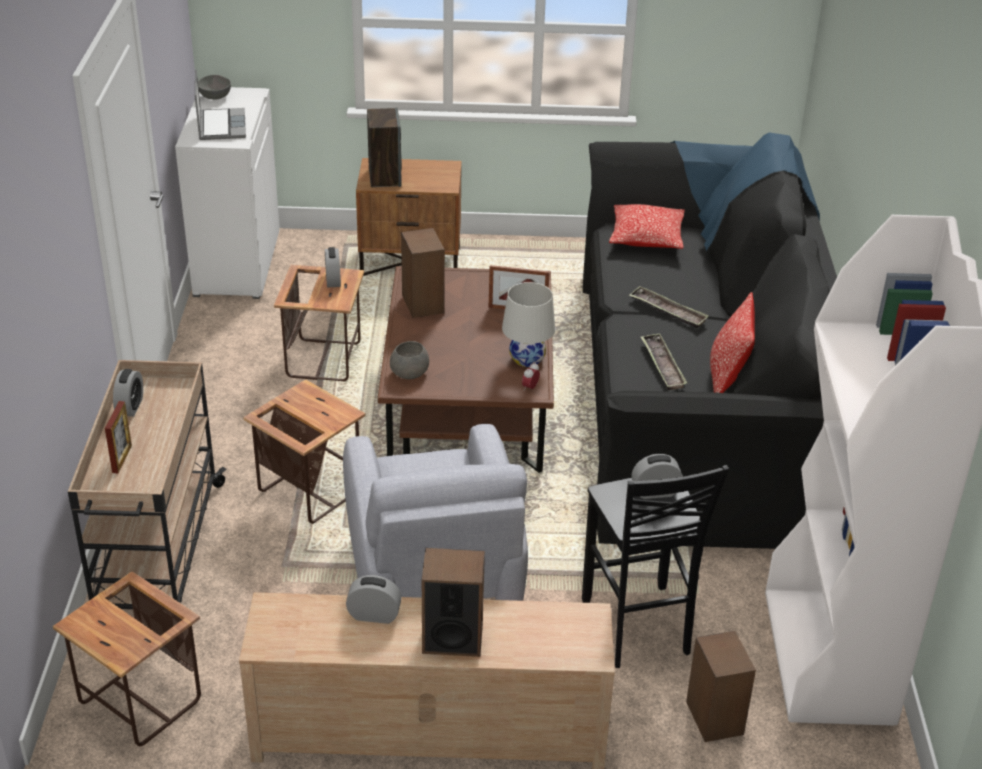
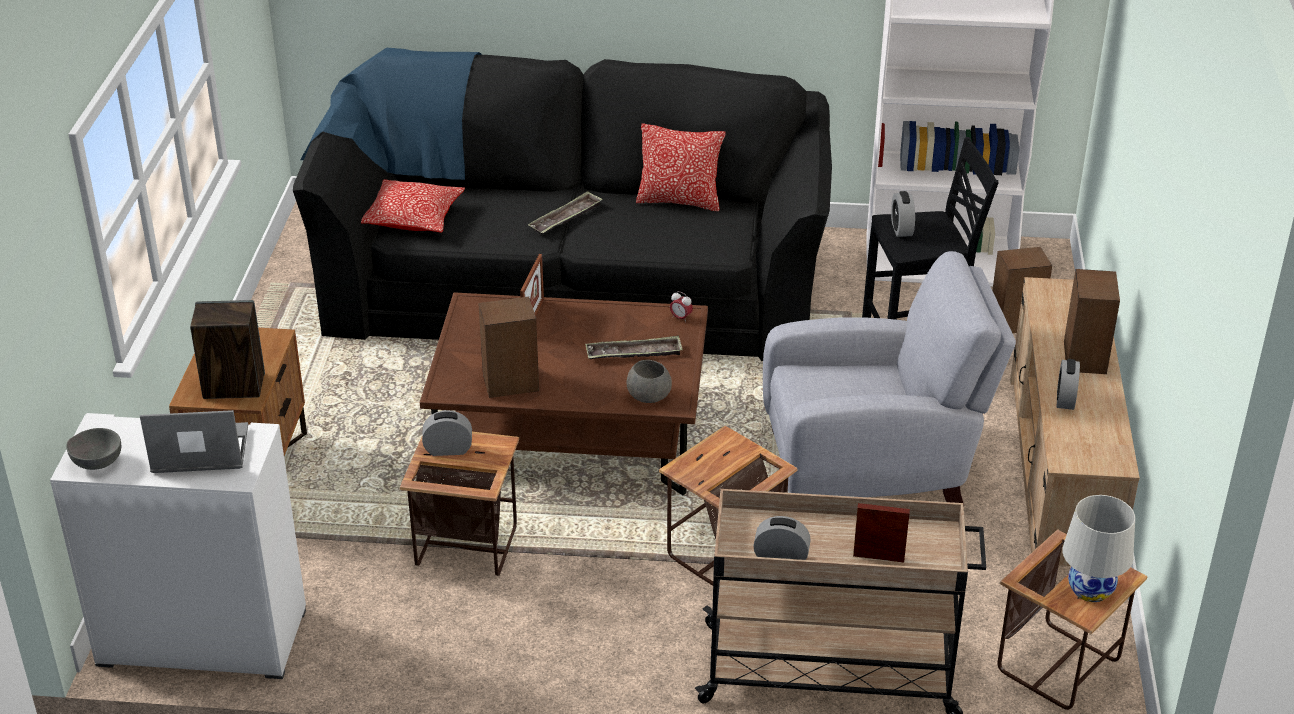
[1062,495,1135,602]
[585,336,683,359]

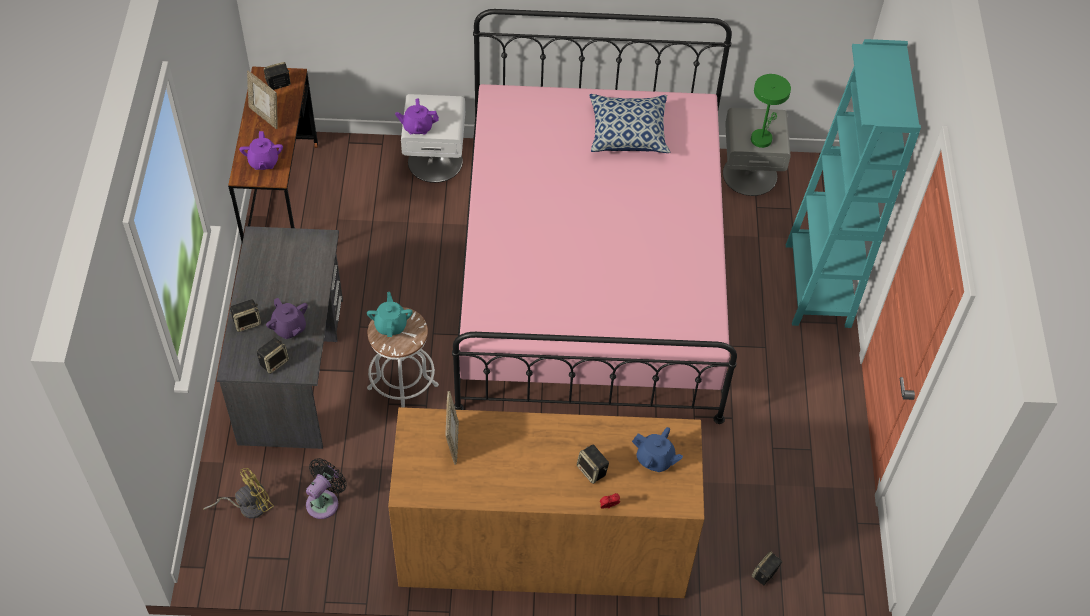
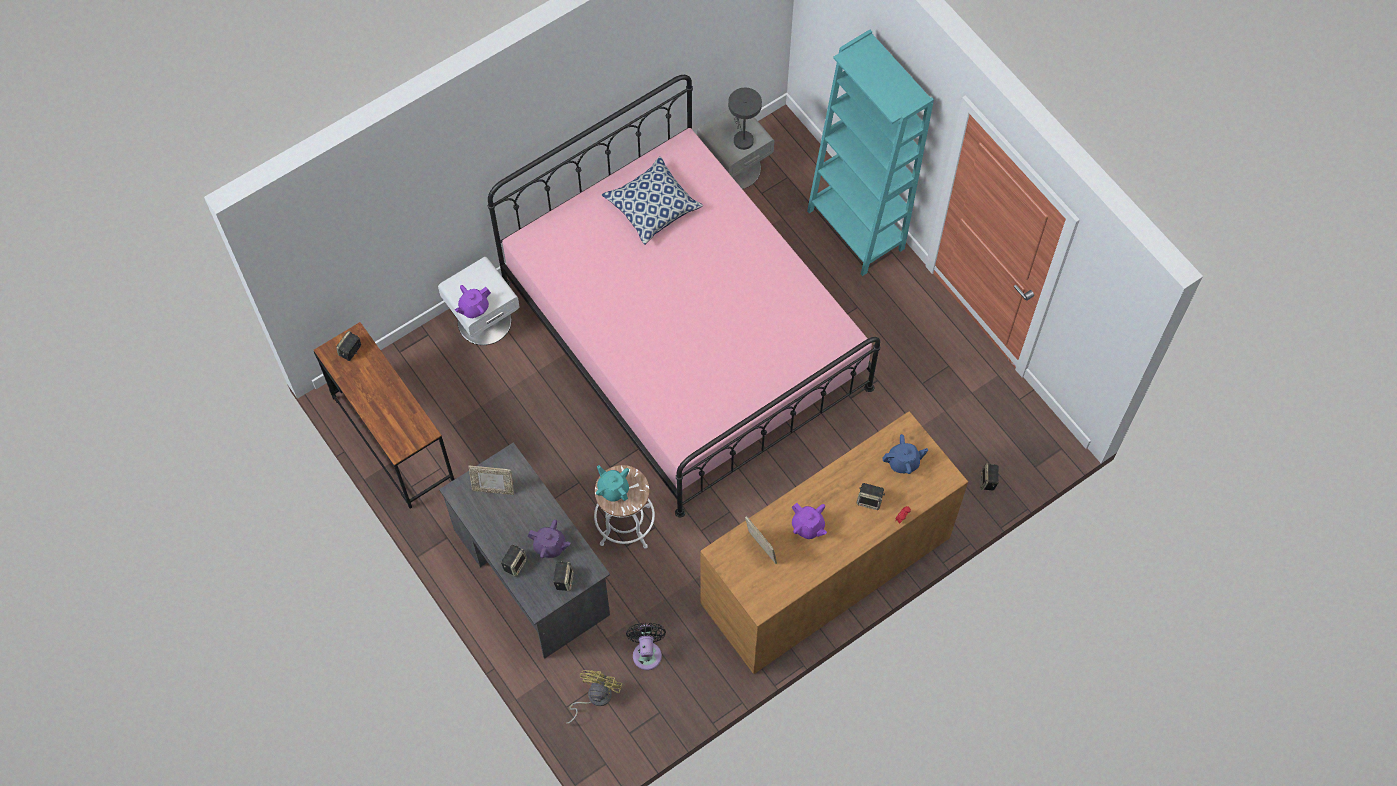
[792,503,827,539]
[468,466,514,495]
[728,88,762,150]

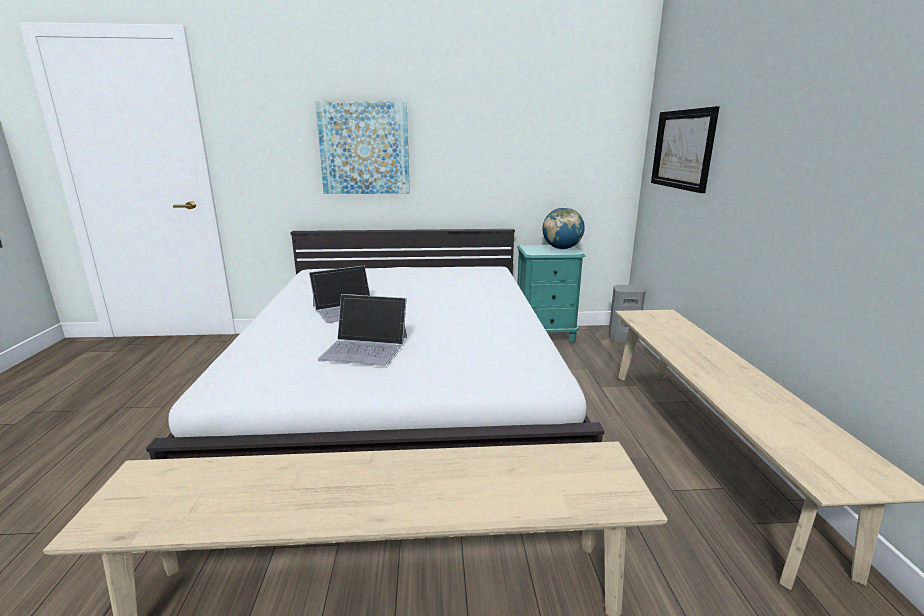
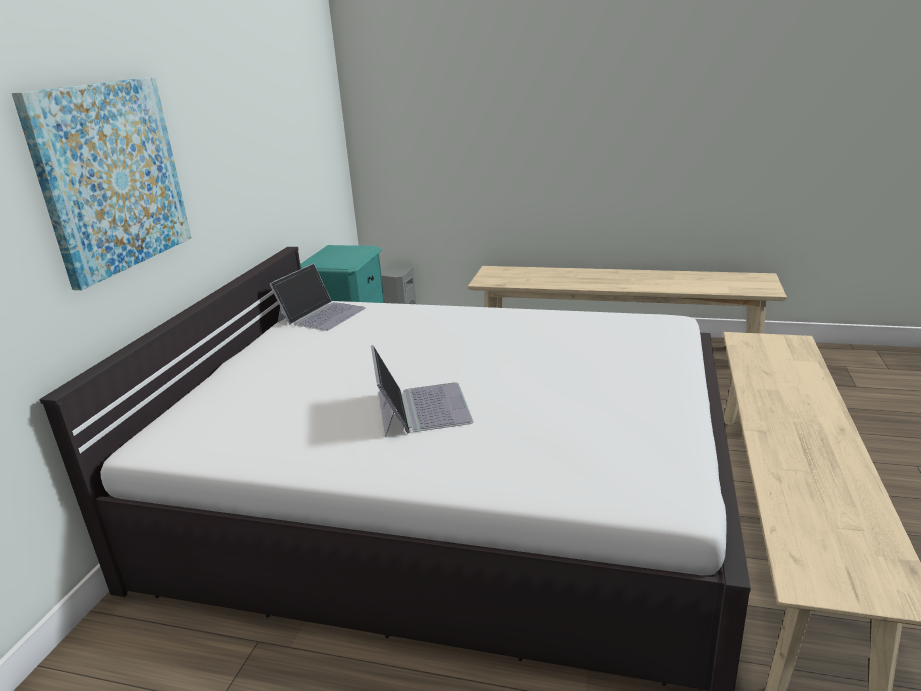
[542,207,585,249] (first image)
[651,106,720,193] (first image)
[269,263,366,331]

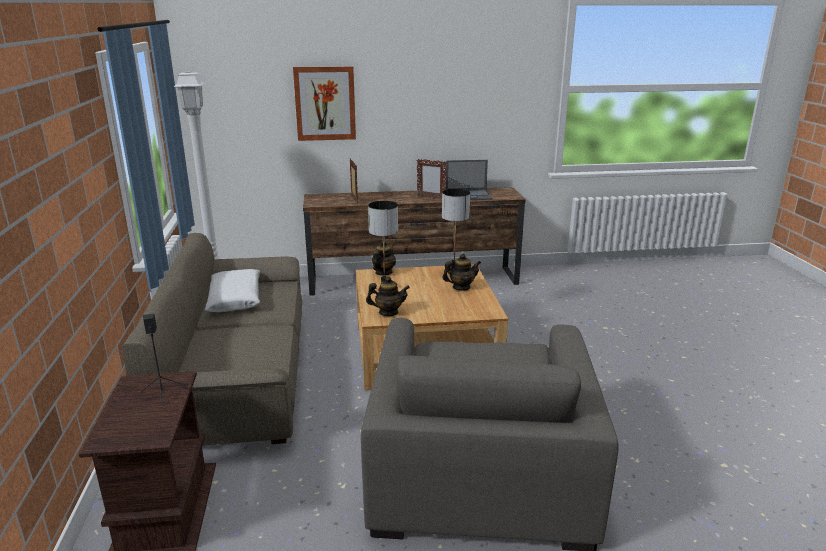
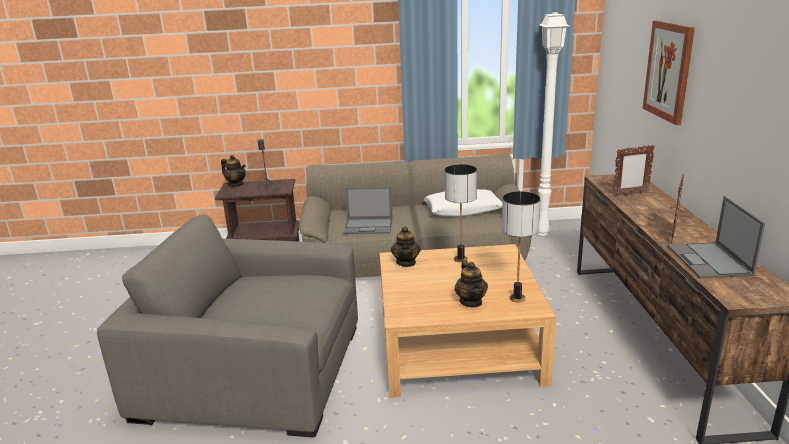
[343,187,393,234]
[221,155,246,186]

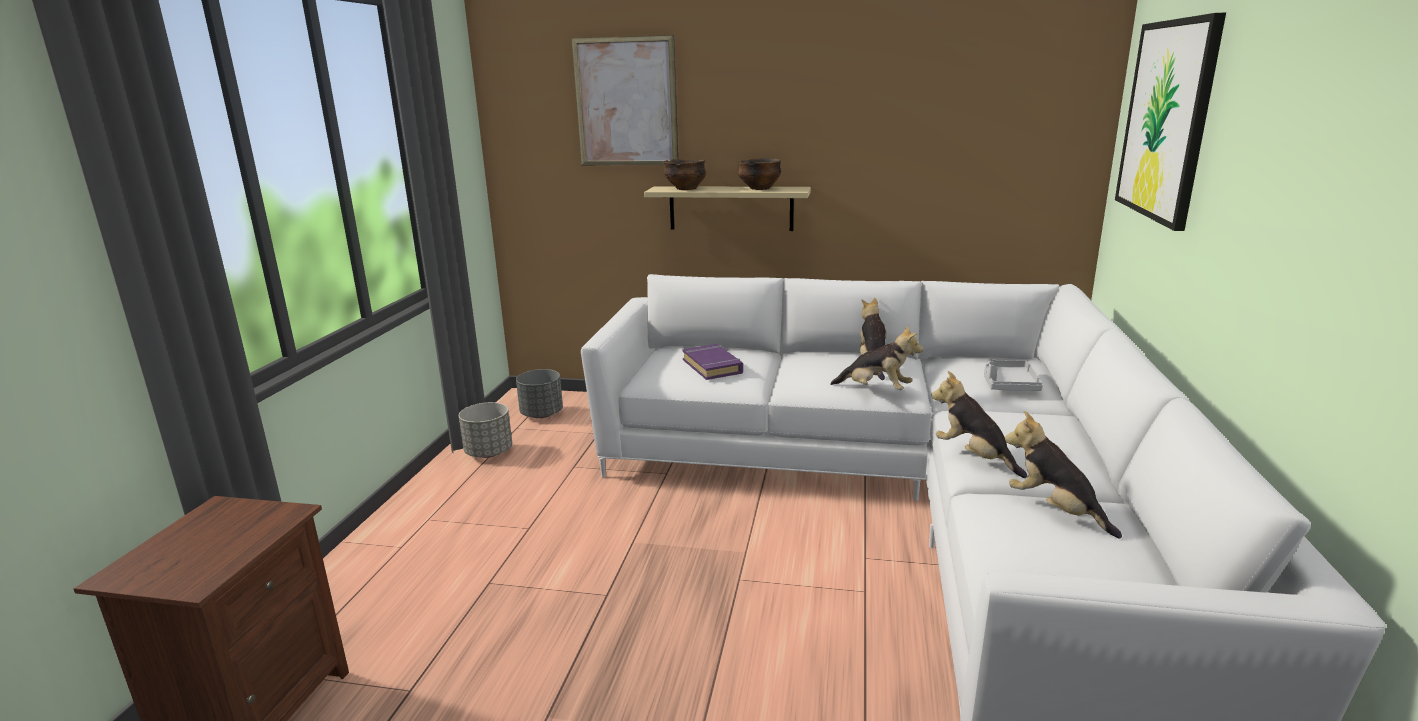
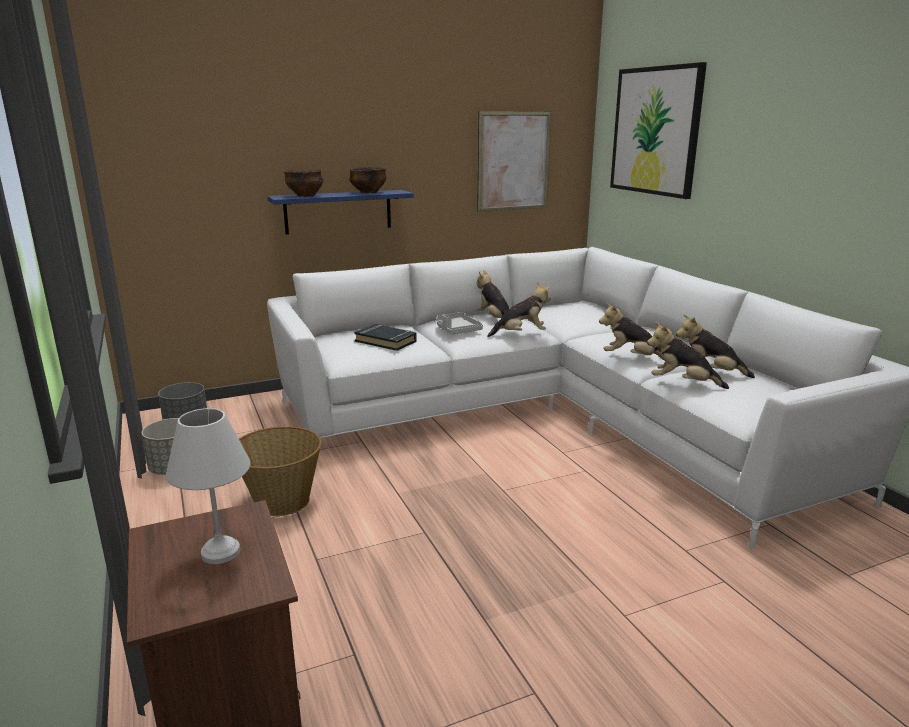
[166,408,250,564]
[239,426,322,516]
[647,322,729,389]
[477,111,552,212]
[437,312,483,334]
[267,190,414,235]
[354,324,417,351]

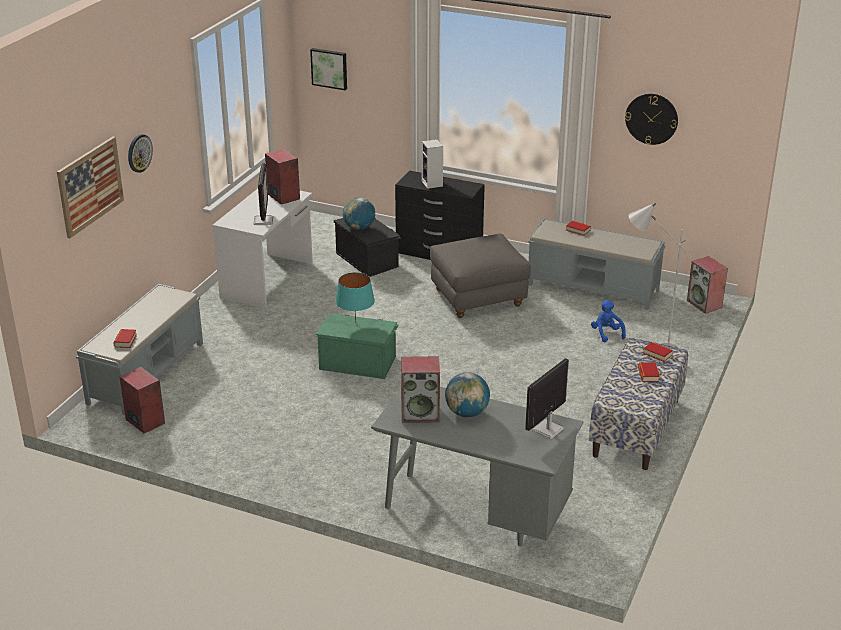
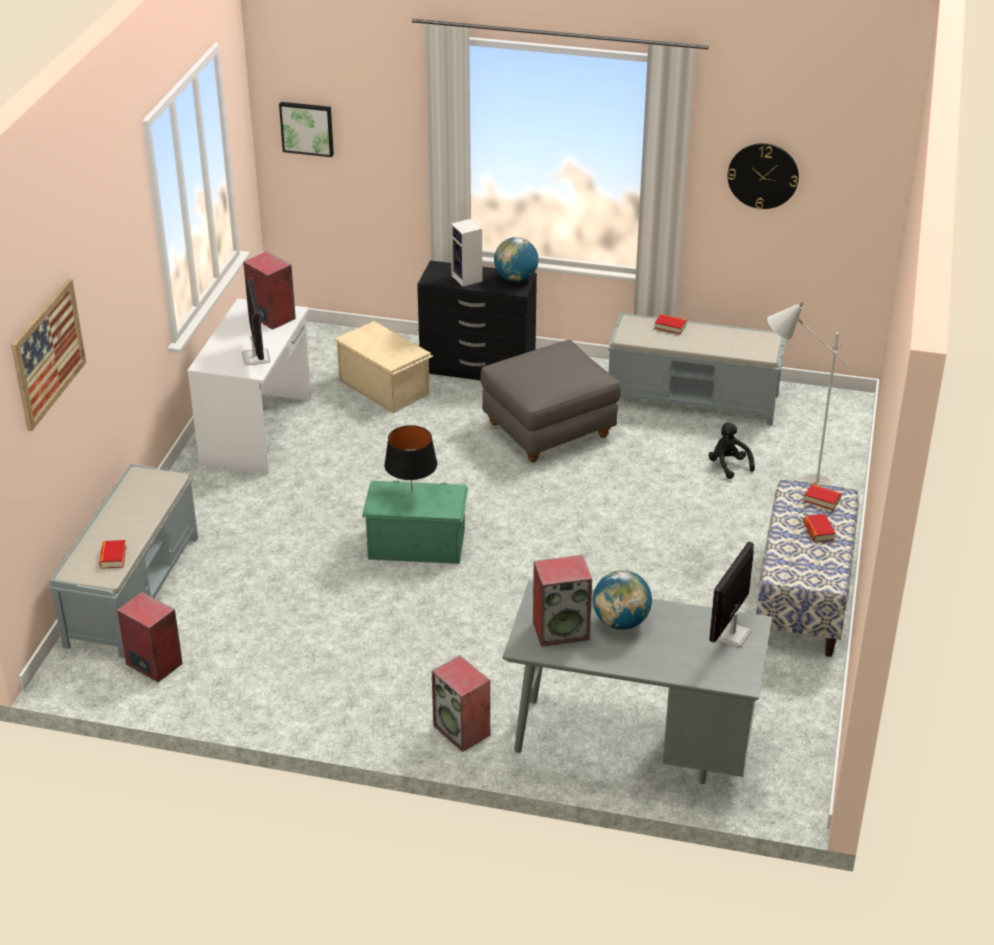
[128,134,153,173] (first image)
[494,237,539,282]
[432,656,490,752]
[334,321,433,413]
[384,425,438,492]
[708,422,755,479]

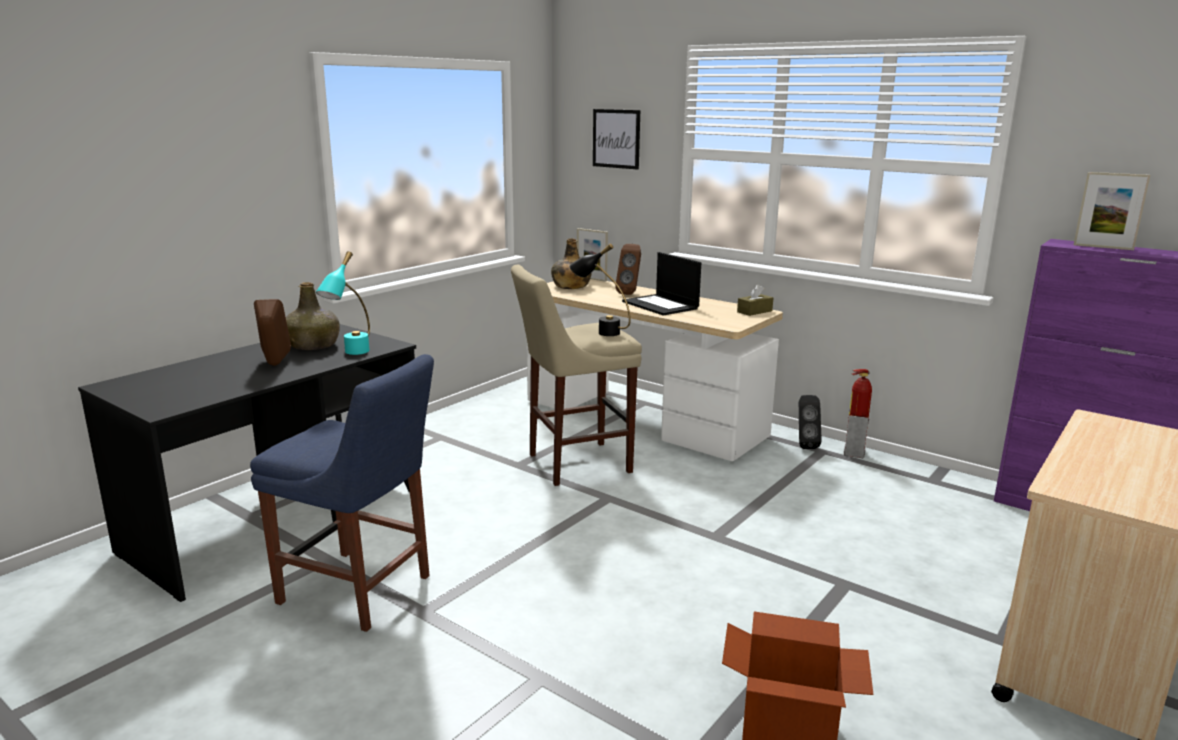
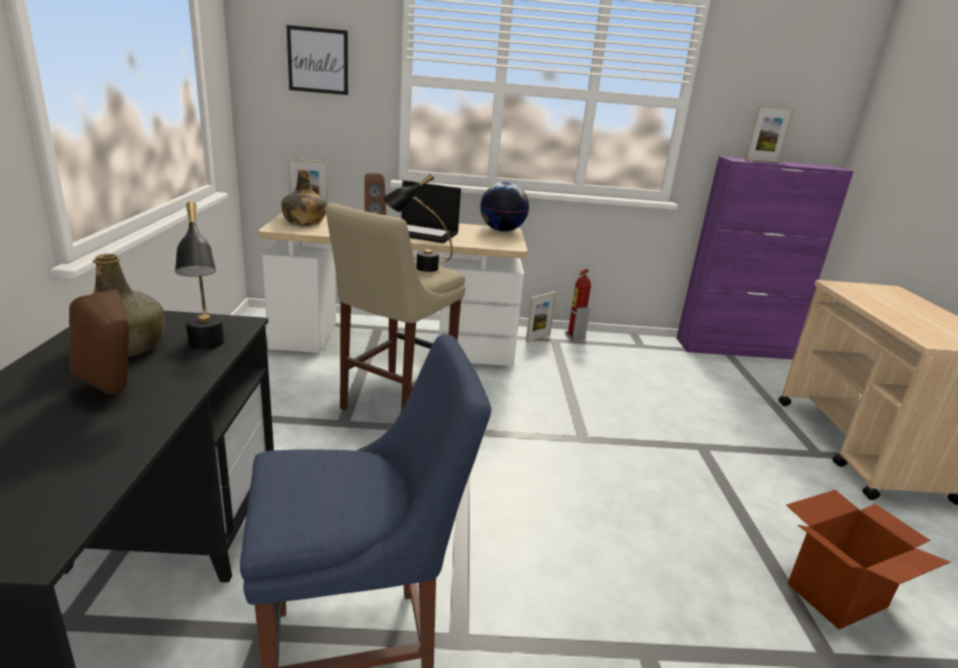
[480,182,529,232]
[526,292,556,342]
[175,202,225,349]

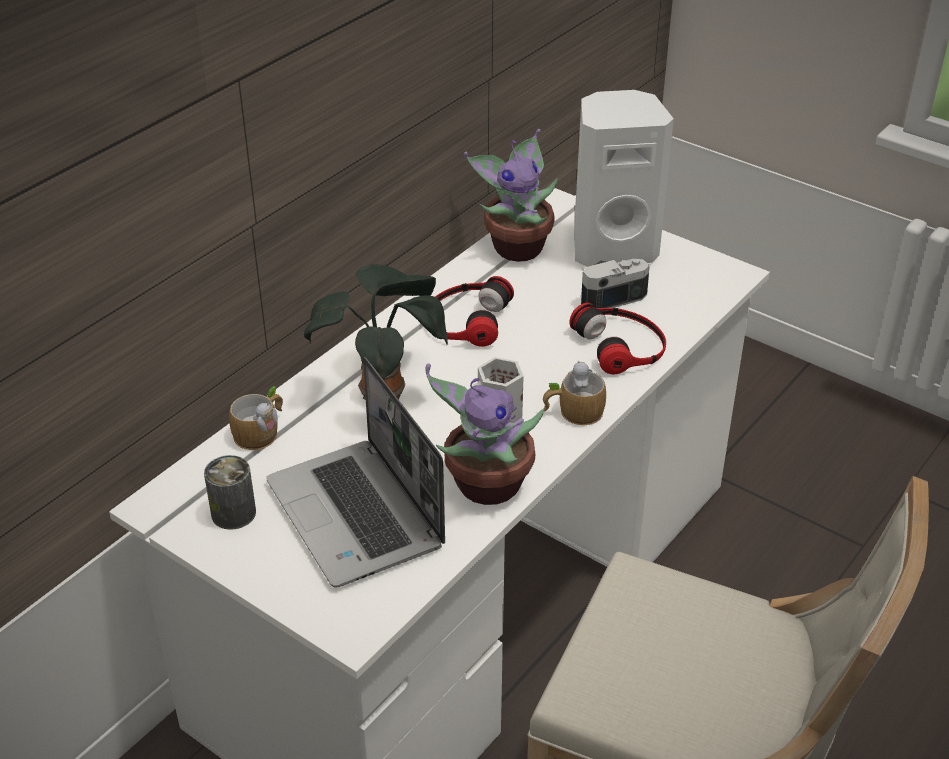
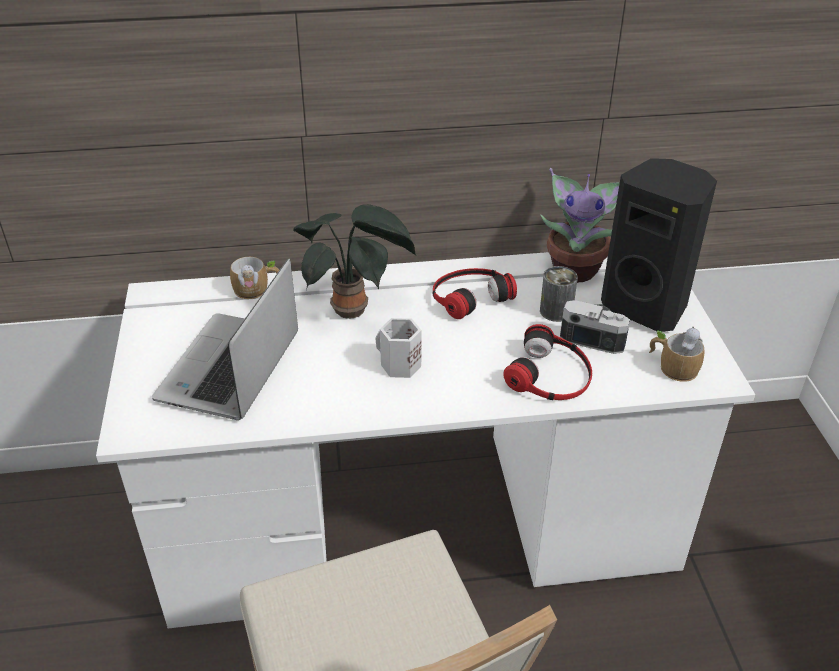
[425,363,544,505] (first image)
[540,266,578,322]
[649,326,705,382]
[601,158,717,332]

